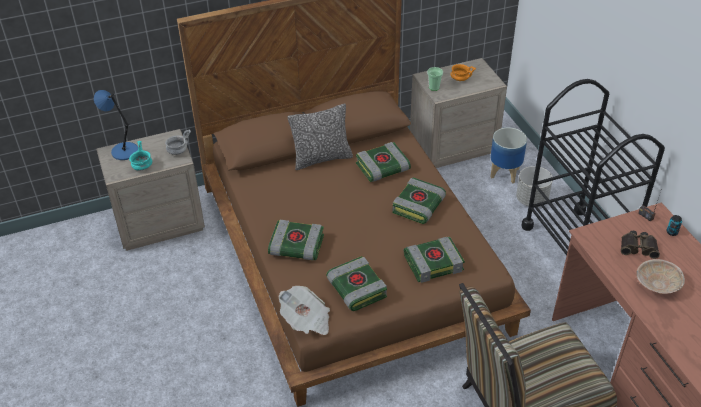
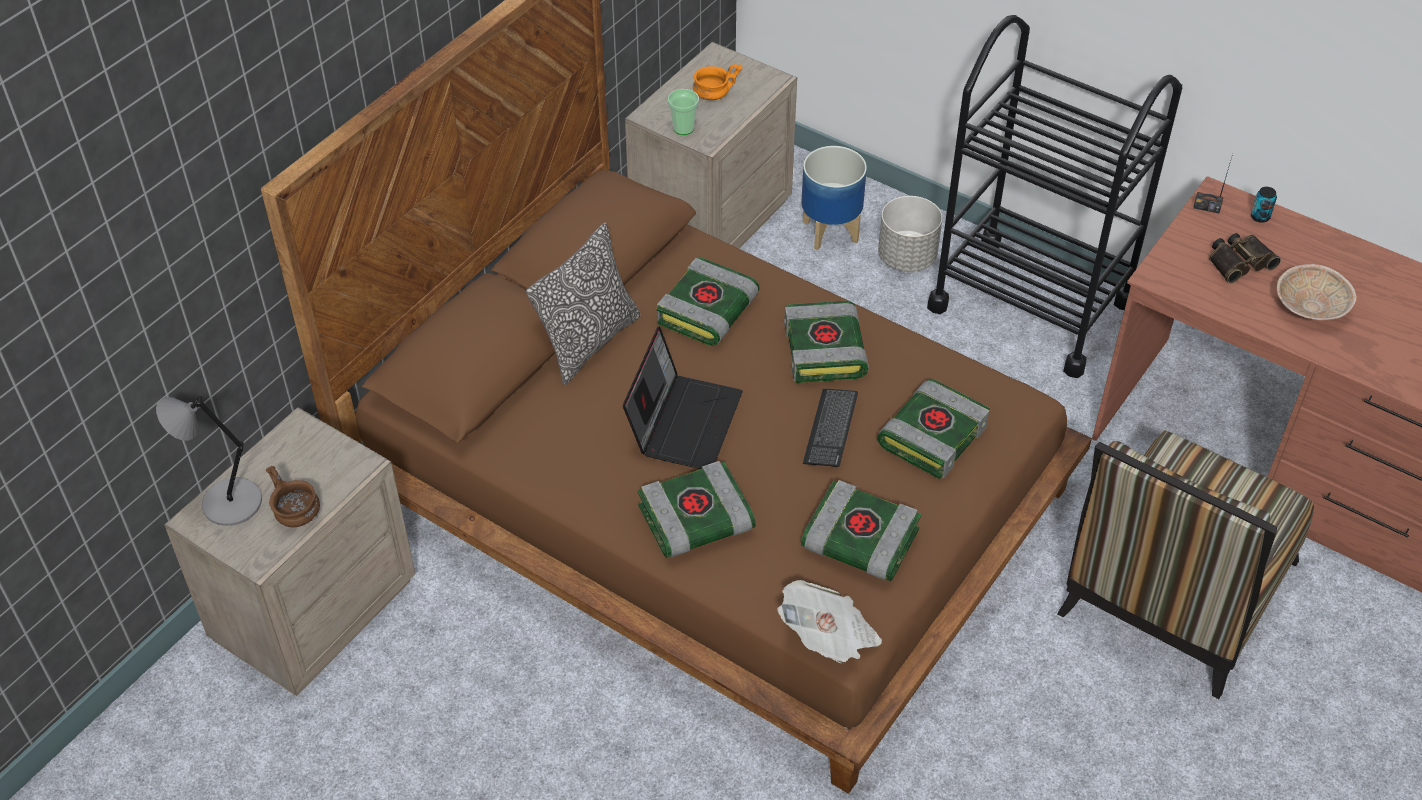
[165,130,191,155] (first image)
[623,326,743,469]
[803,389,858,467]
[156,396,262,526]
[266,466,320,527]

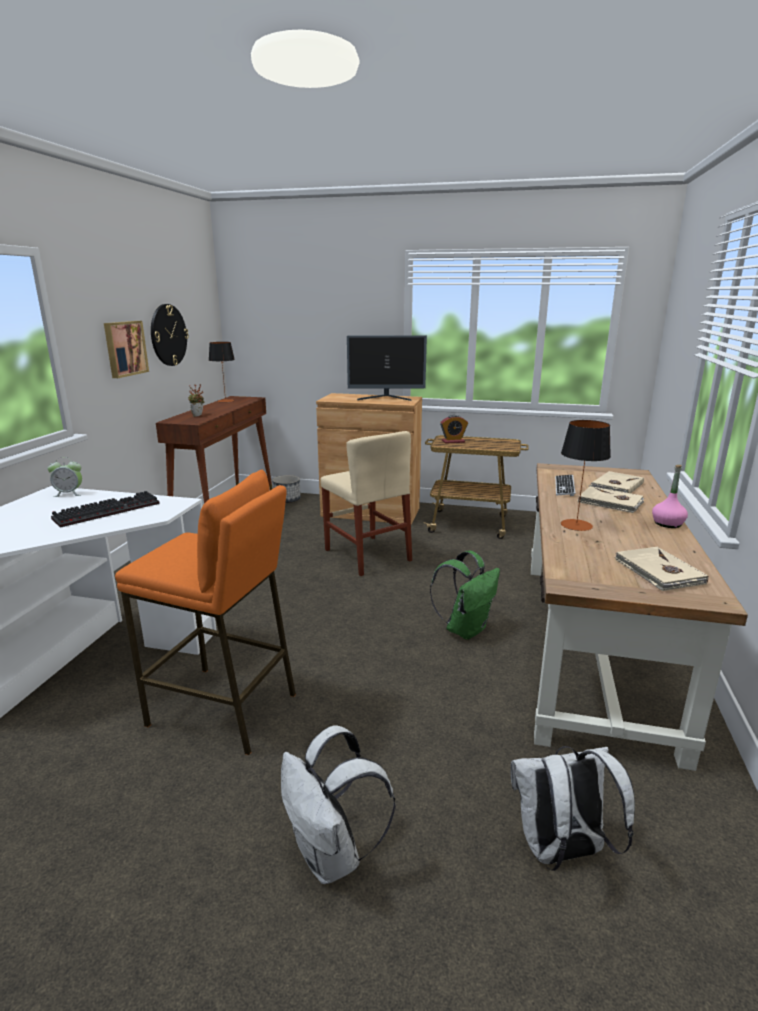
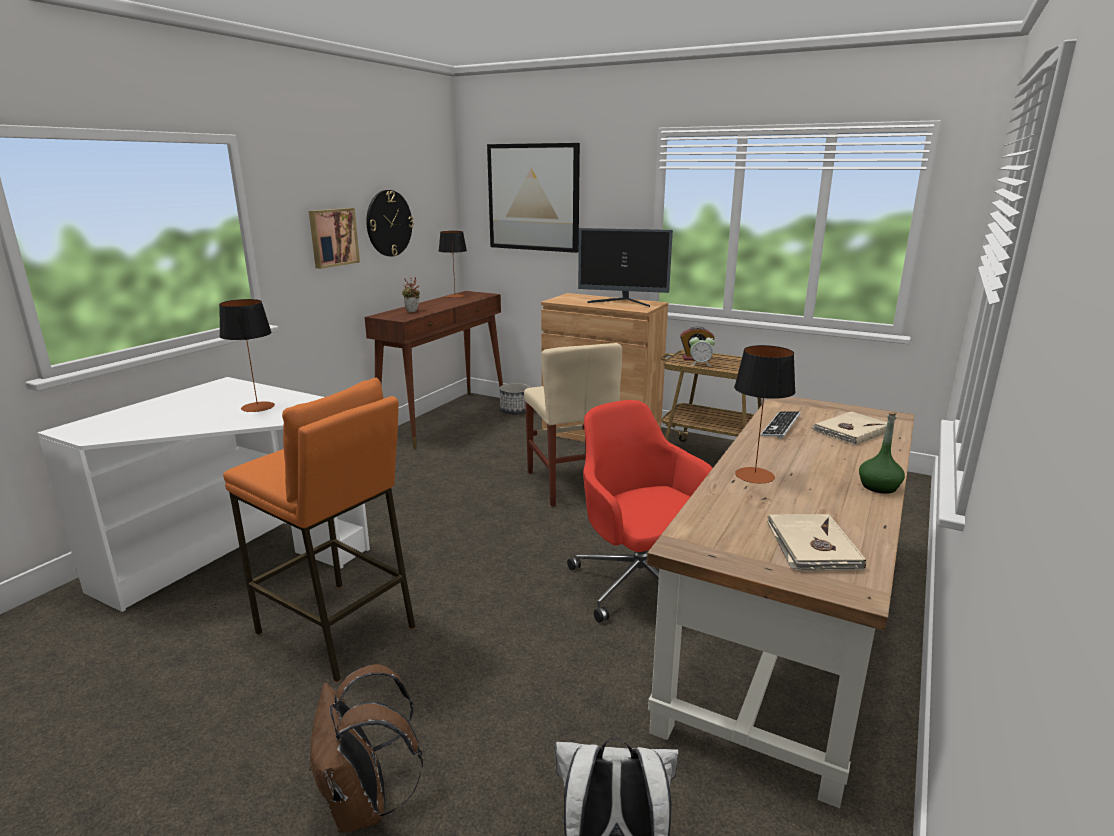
[577,486,644,513] (first image)
[487,143,580,253]
[689,333,715,366]
[219,299,275,412]
[567,400,713,623]
[309,664,423,833]
[859,412,905,494]

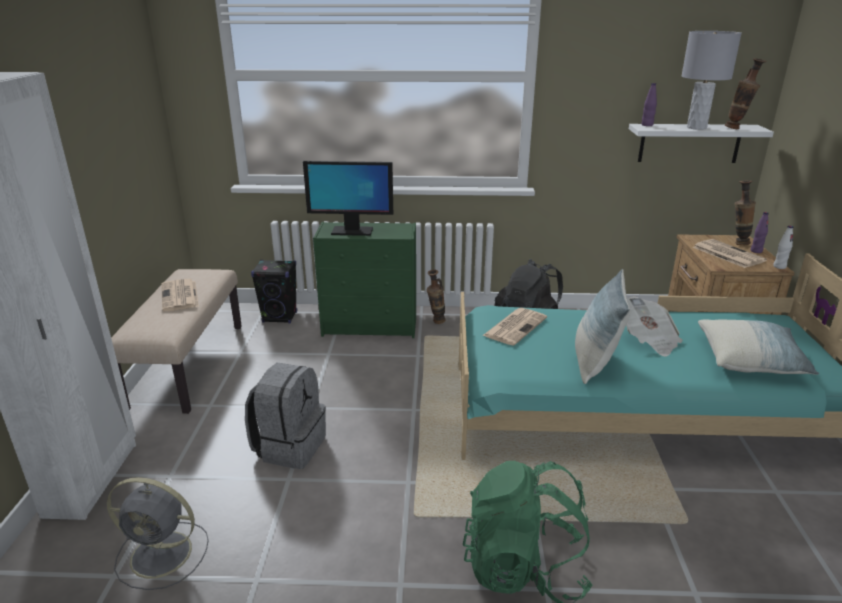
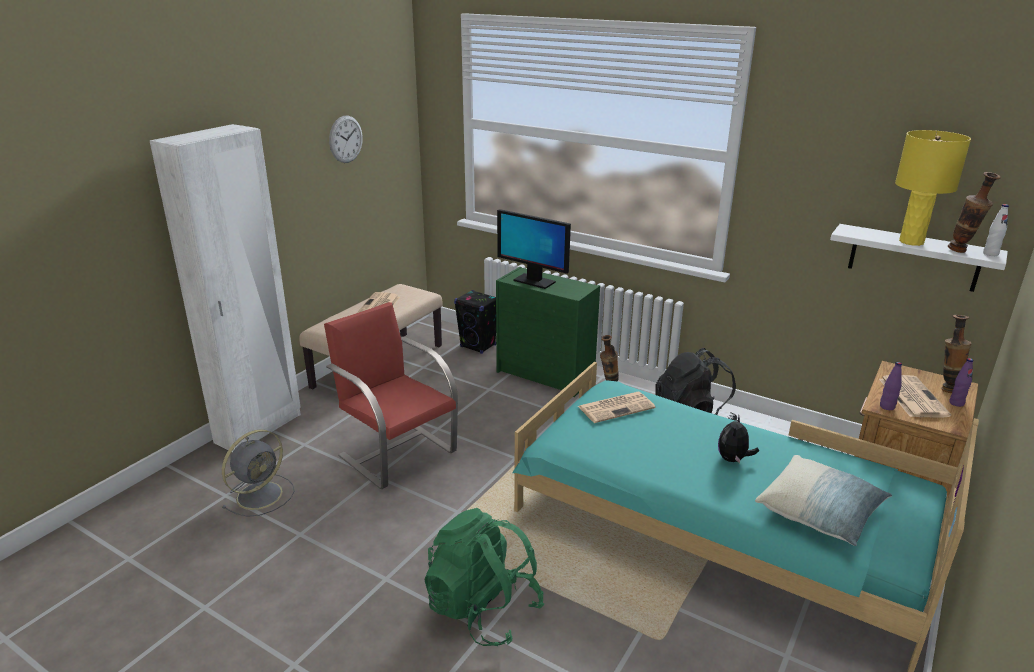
[575,269,630,384] (first image)
[329,116,363,163]
[880,362,902,410]
[983,204,1009,256]
[324,302,458,489]
[718,414,759,464]
[895,130,971,246]
[222,429,295,517]

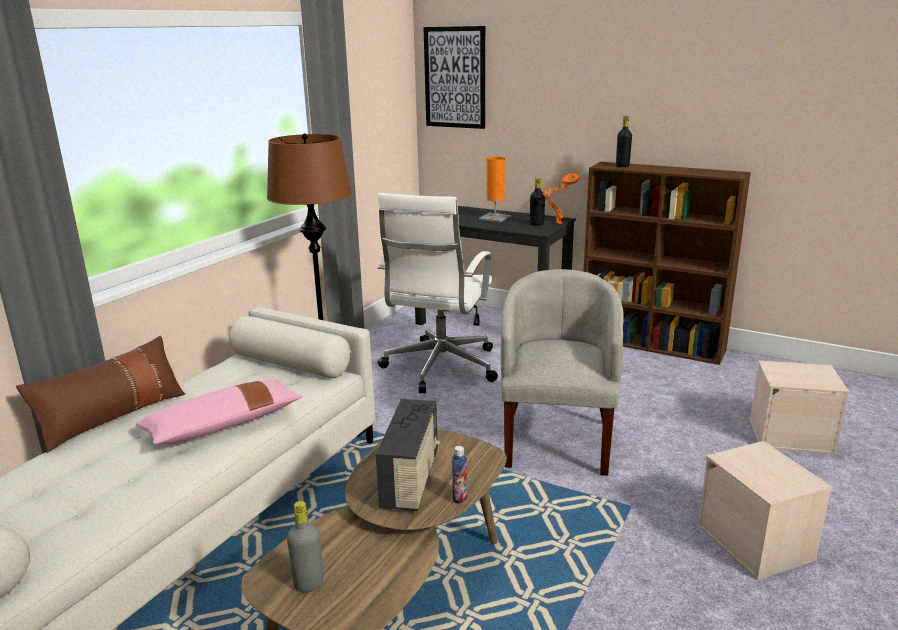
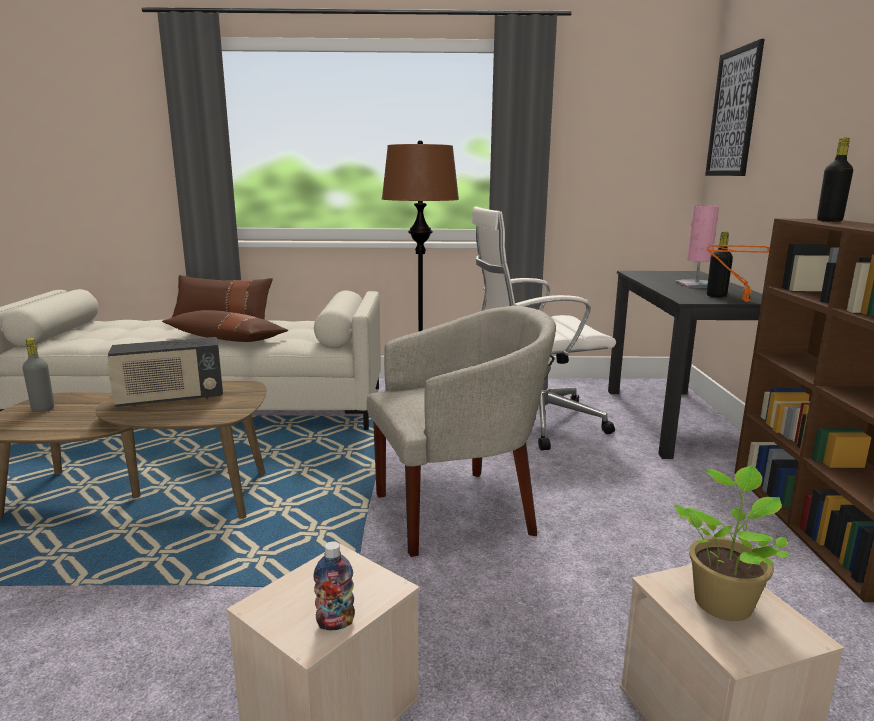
[674,465,791,621]
[313,541,355,630]
[162,310,288,342]
[675,205,719,288]

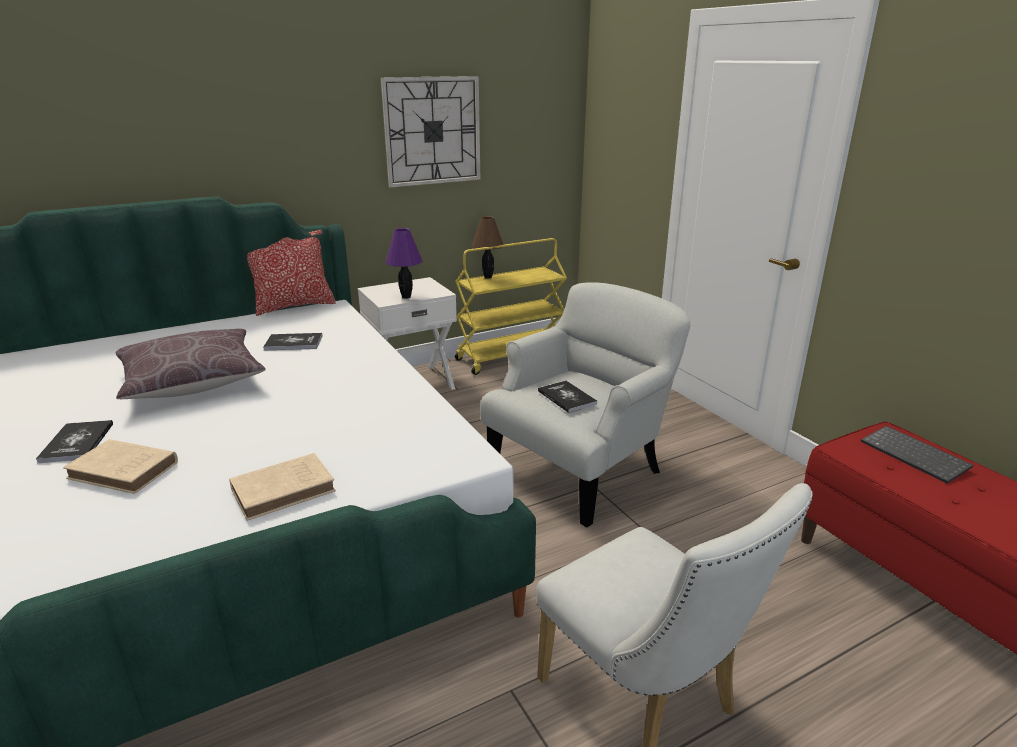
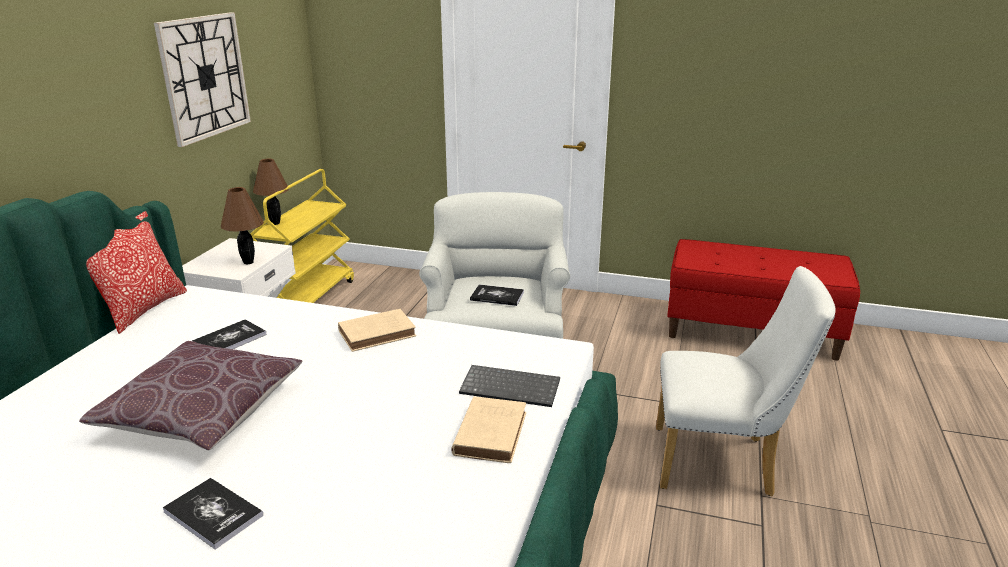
[338,309,416,352]
[459,365,560,407]
[221,187,264,264]

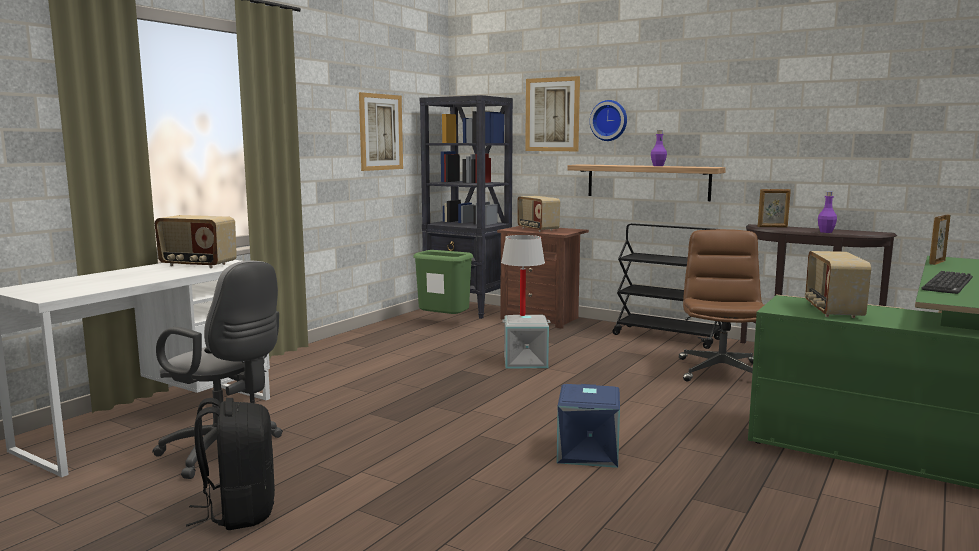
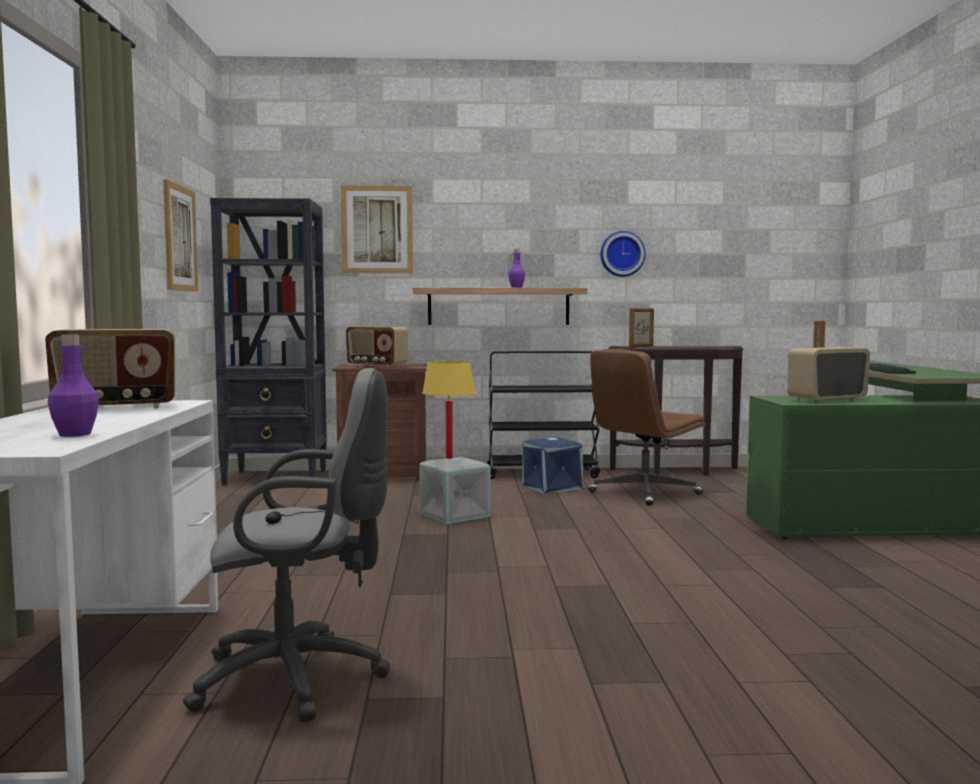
[186,398,275,530] (first image)
[413,250,473,314] (first image)
[522,437,583,494]
[600,231,645,277]
[48,335,99,437]
[422,361,476,459]
[588,349,705,506]
[788,347,870,402]

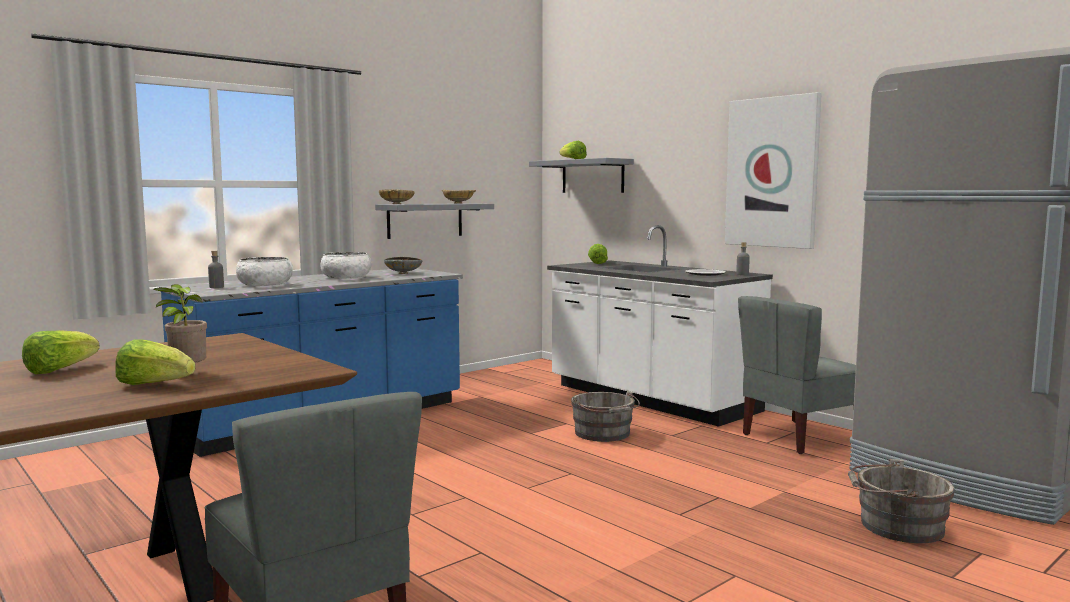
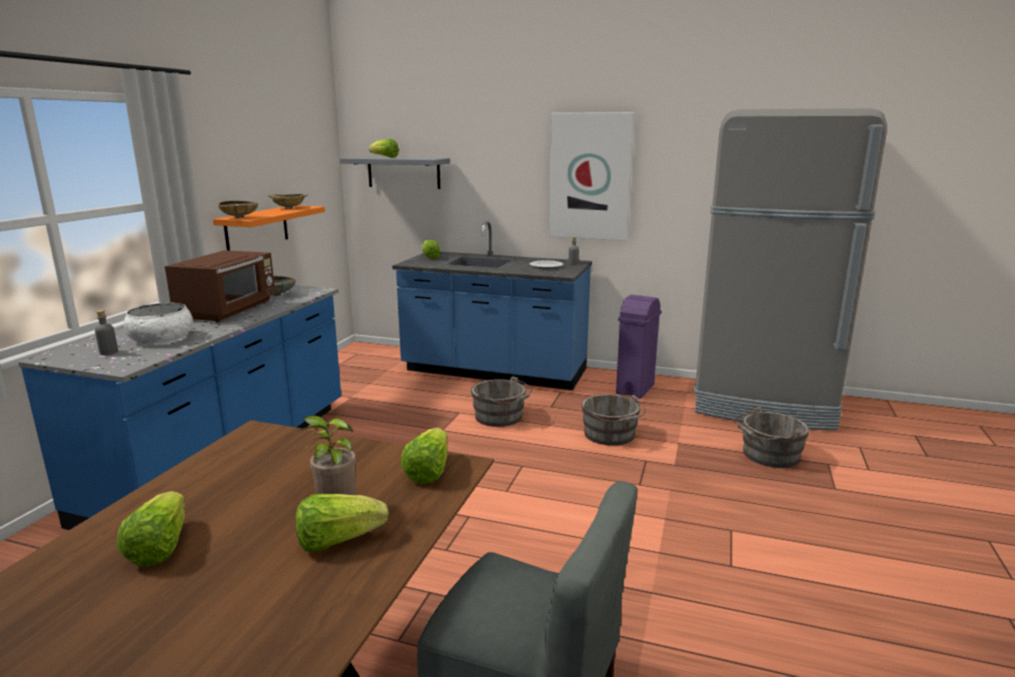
[401,428,448,484]
[582,394,646,446]
[165,250,275,322]
[616,295,662,399]
[213,205,325,251]
[392,221,592,390]

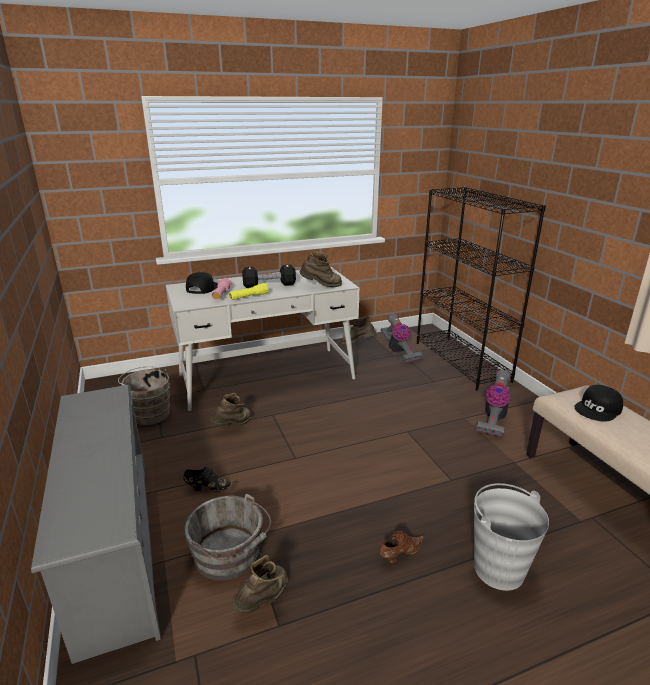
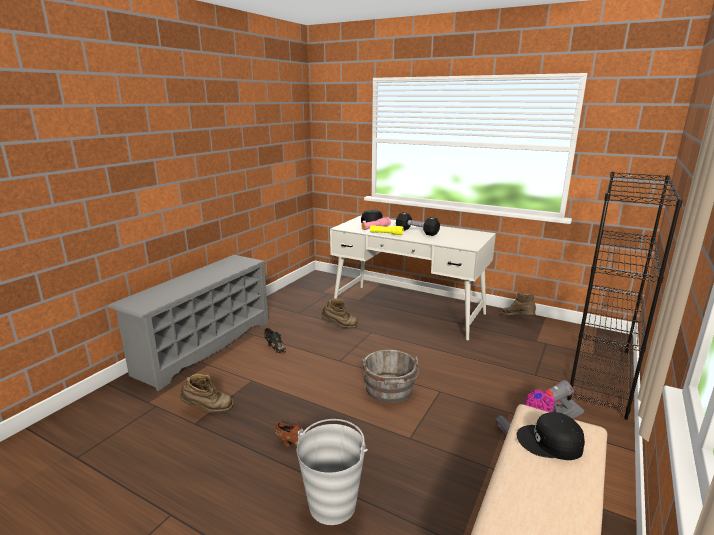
[118,366,170,425] (first image)
[300,251,342,287] (first image)
[381,313,423,363] (first image)
[362,349,419,403]

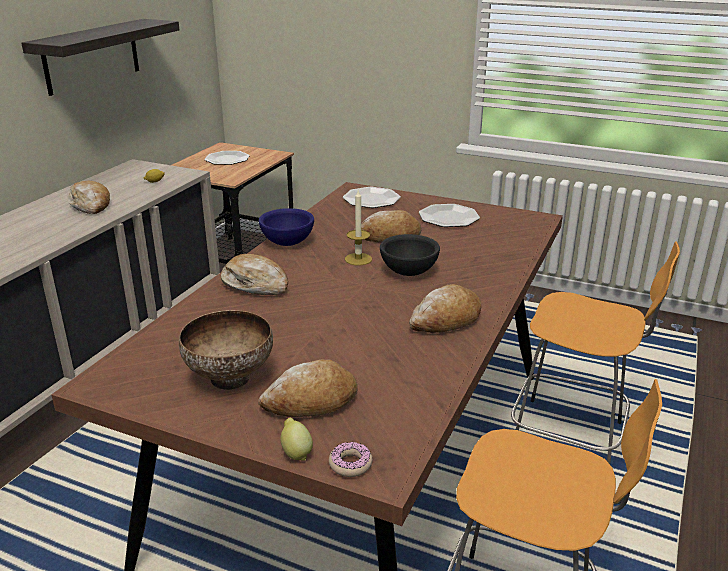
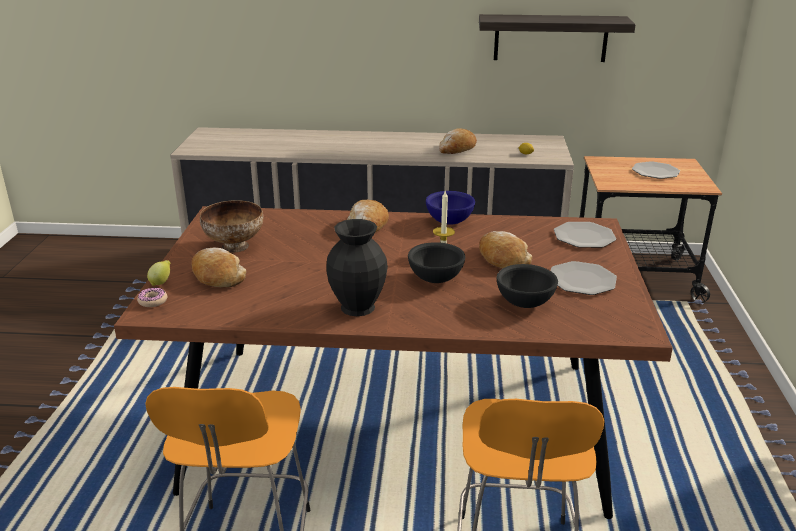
[496,264,558,308]
[326,219,388,316]

